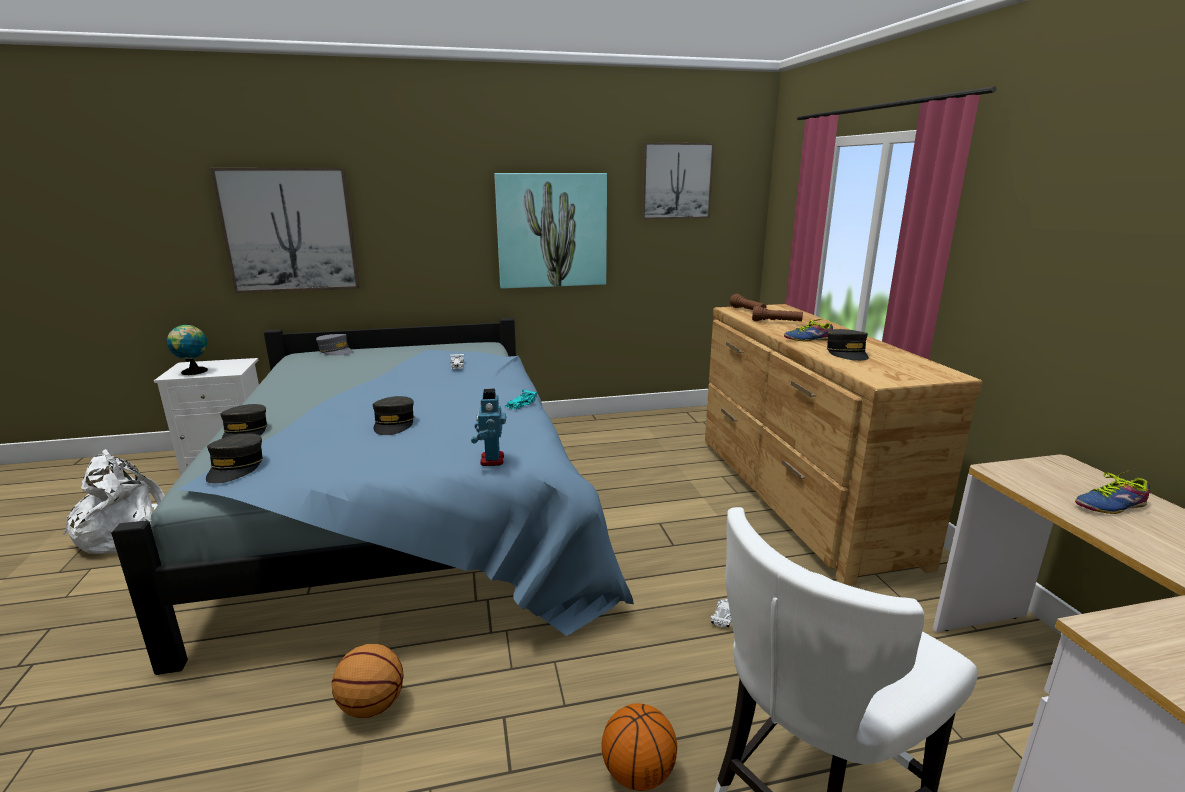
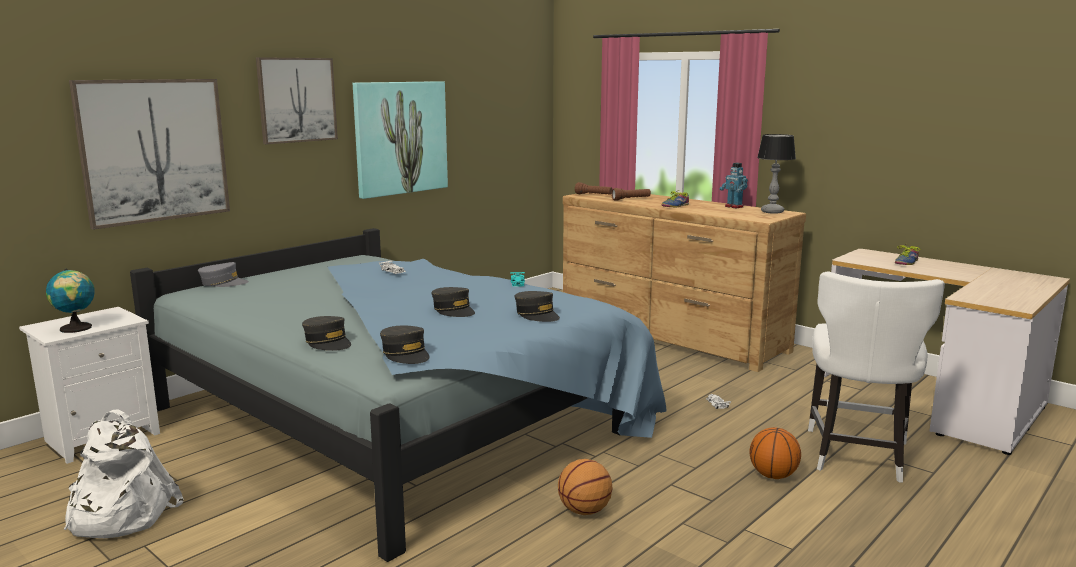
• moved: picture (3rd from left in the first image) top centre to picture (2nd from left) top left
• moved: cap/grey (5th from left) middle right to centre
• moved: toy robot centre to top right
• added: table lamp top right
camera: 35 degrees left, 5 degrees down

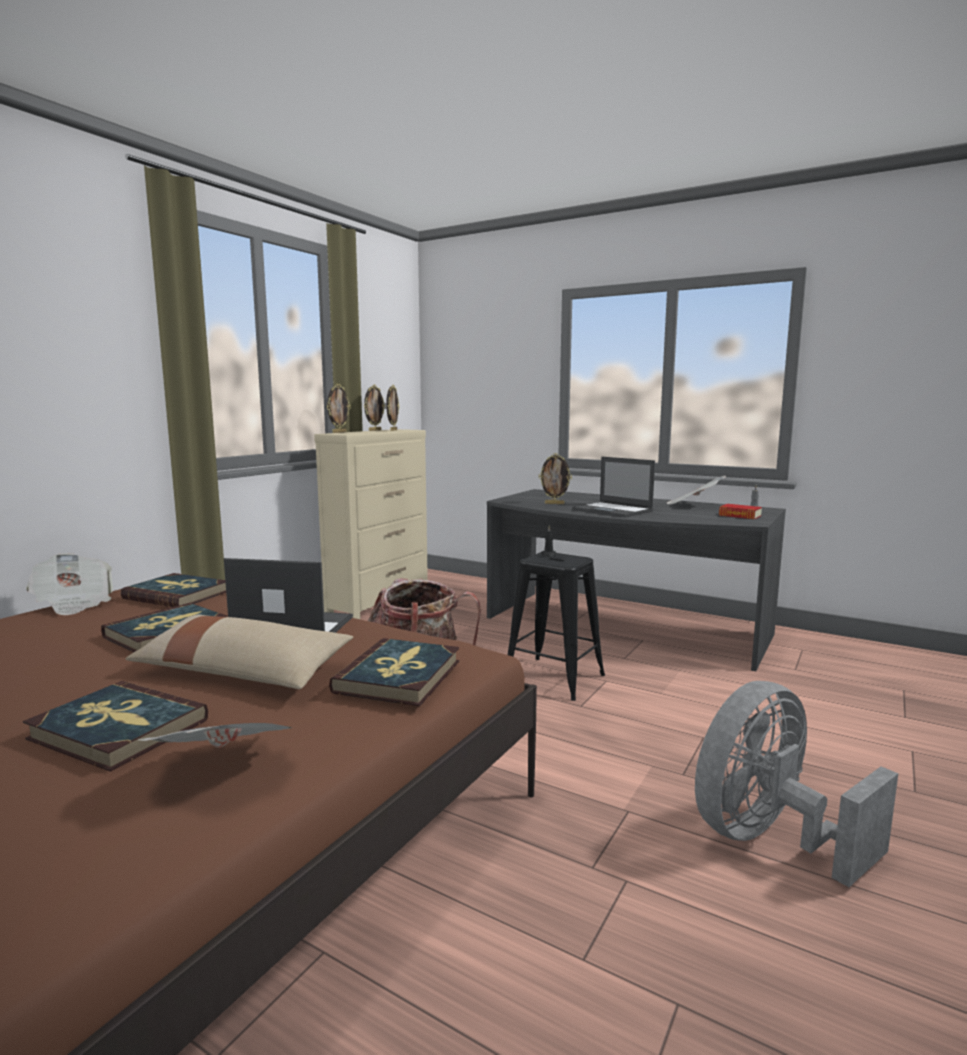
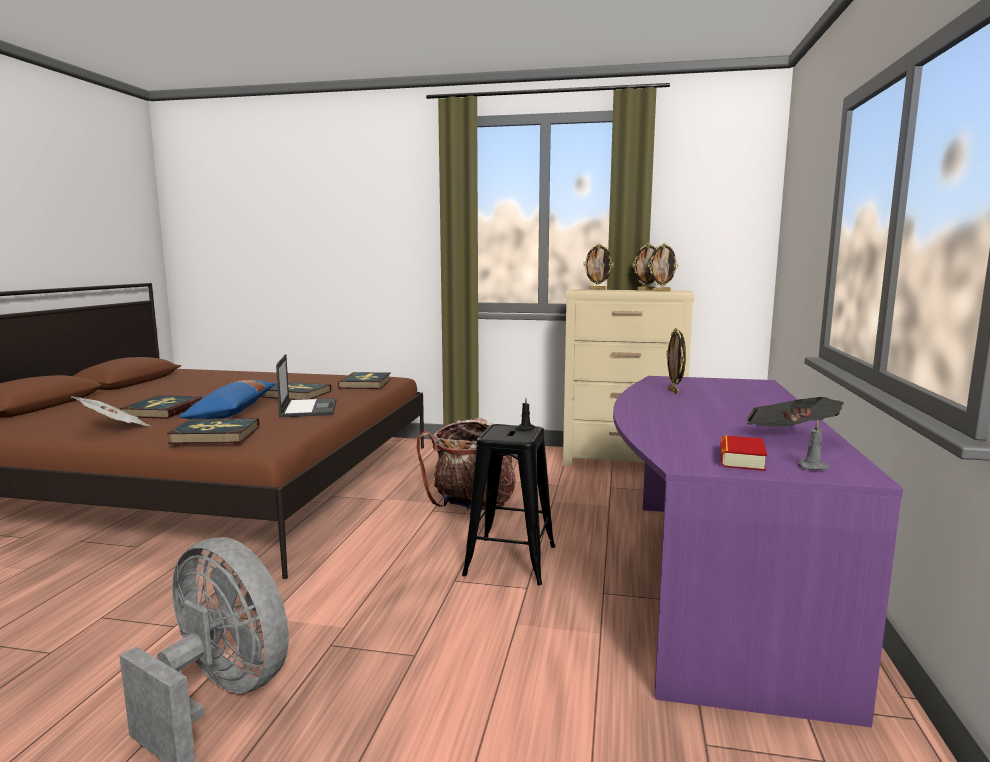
• removed: laptop (2nd from left) centre
• recoloured: desk/grey centre to desk/purple bottom right
• removed: newspaper (1st from left) middle left
• recoloured: pillow/beige middle left to pillow/blue middle left
camera: 70 degrees right, 0 degrees up

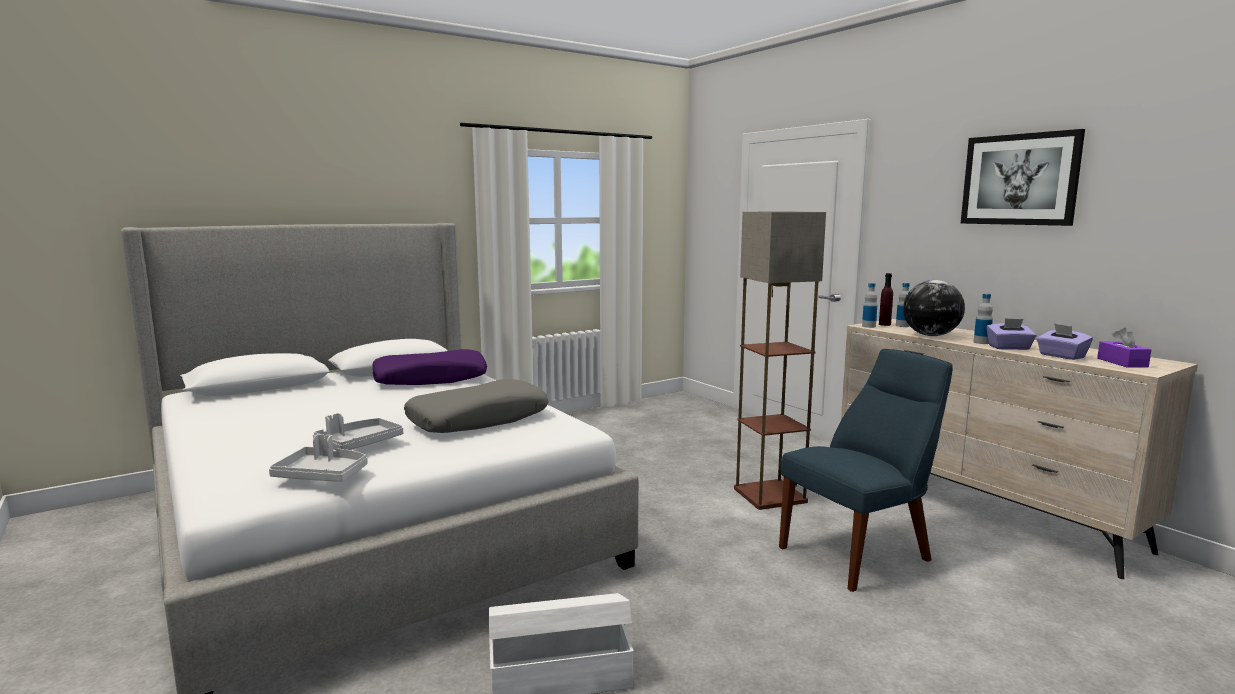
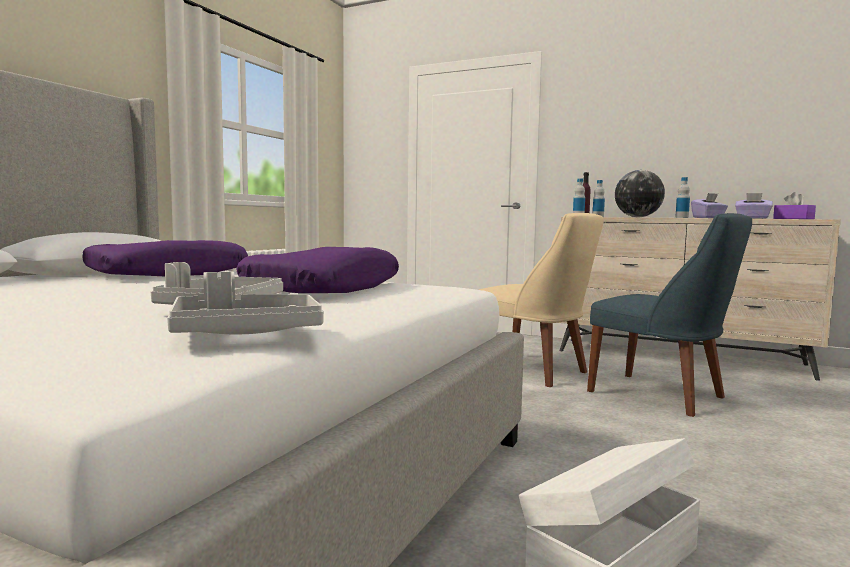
• removed: picture top right
• replaced: floor lamp centre to chair/beige centre
• turned: chair/blue bottom right = middle right 105 degrees clockwise
• recoloured: pillow/grey centre to pillow/purple (2nd from left) centre
camera: 30 degrees left, 5 degrees down

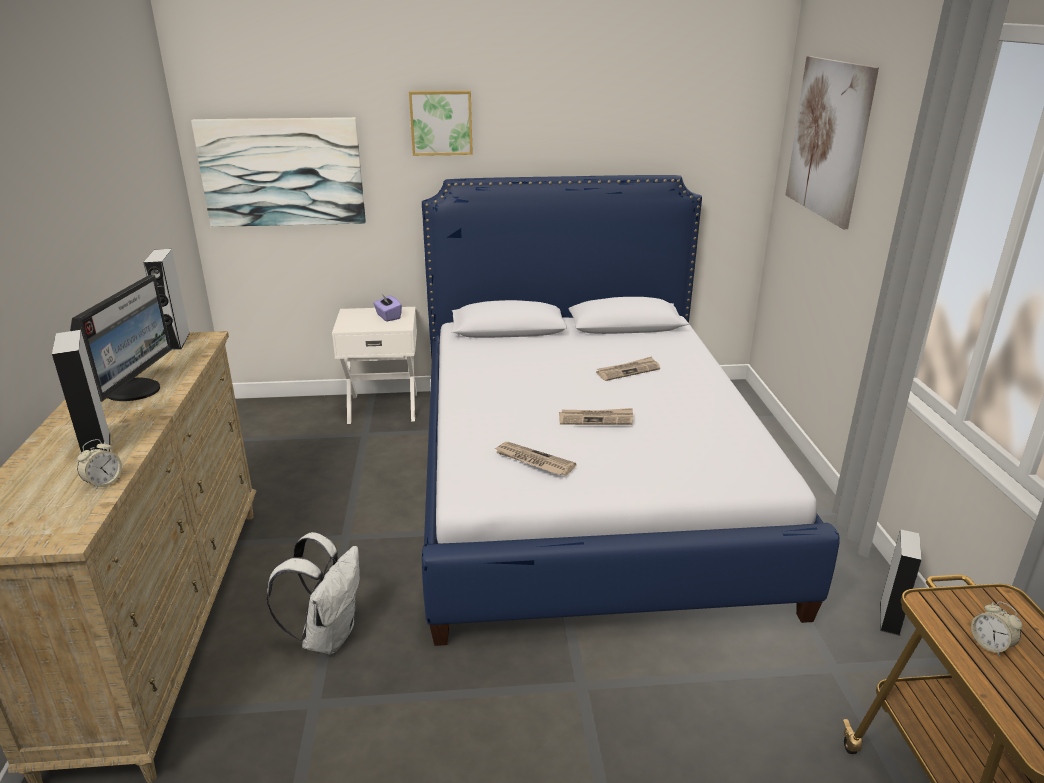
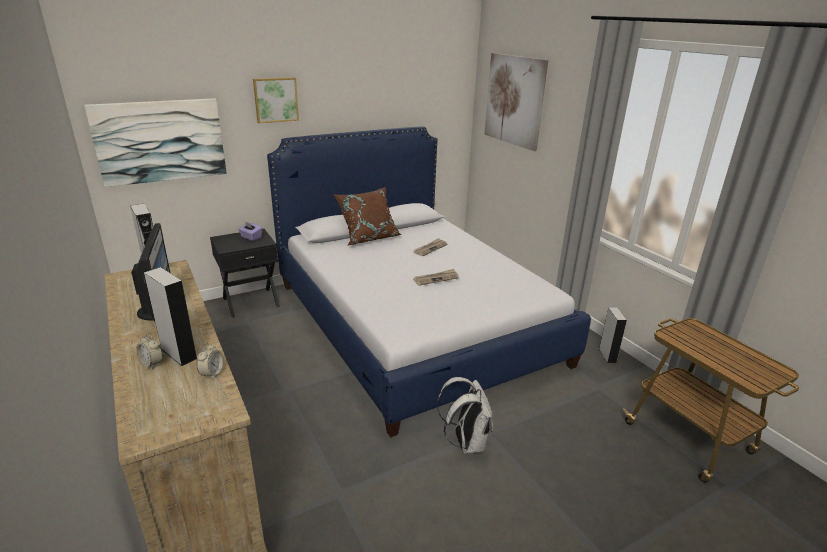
• recoloured: nightstand/white centre to nightstand/black middle left
• removed: newspaper (1st from left) centre
• moved: backpack/white bottom left to bottom centre
• moved: alarm clock (2nd from left in the first image) bottom right to alarm clock (1st from left) middle left
• added: pillow/brown centre
camera: 25 degrees left, 0 degrees up

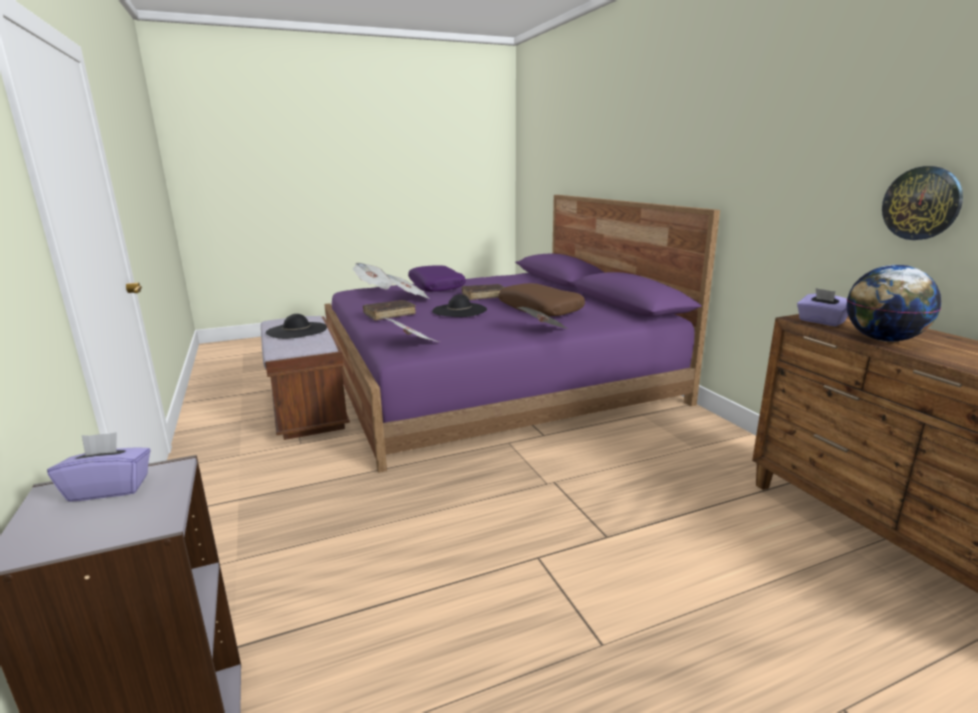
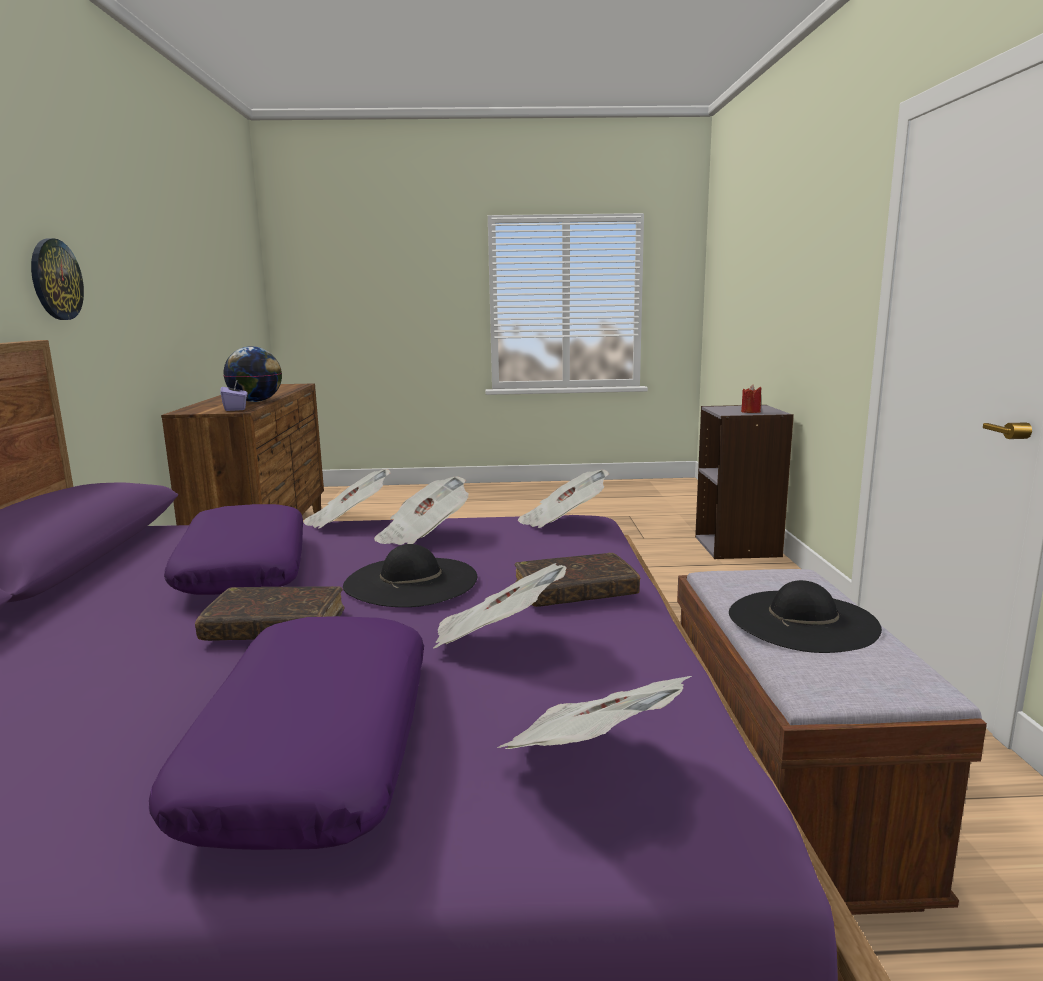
• moved: wall clock top right to top left
• recoloured: pillow/brown centre to pillow/purple (1st from left) middle left
• replaced: tissue box/purple (1st from left) middle left to candle/red middle right
• added: newspaper (2nd from left) centre
camera: 160 degrees left, 5 degrees down

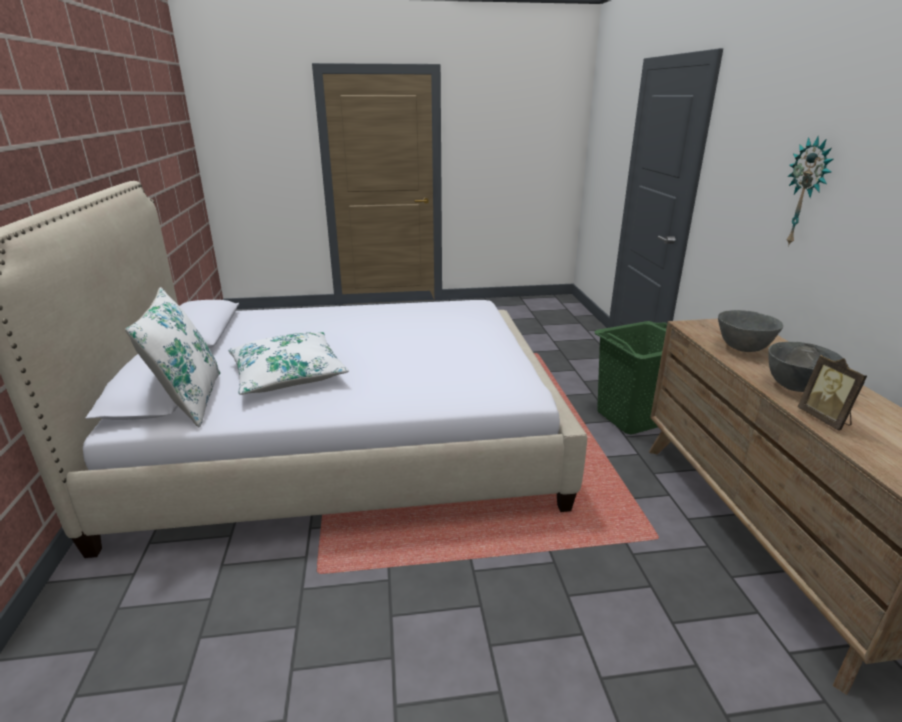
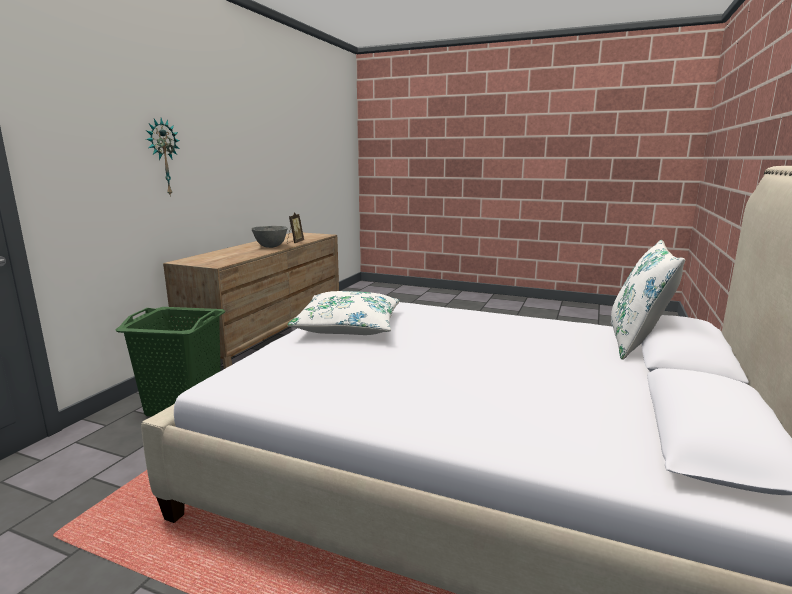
• removed: bowl/grey (1st from left) middle right
• moved: pillow/white (2nd from left in the first image) middle left to pillow/white (1st from left) centre
camera: 150 degrees left, 10 degrees down

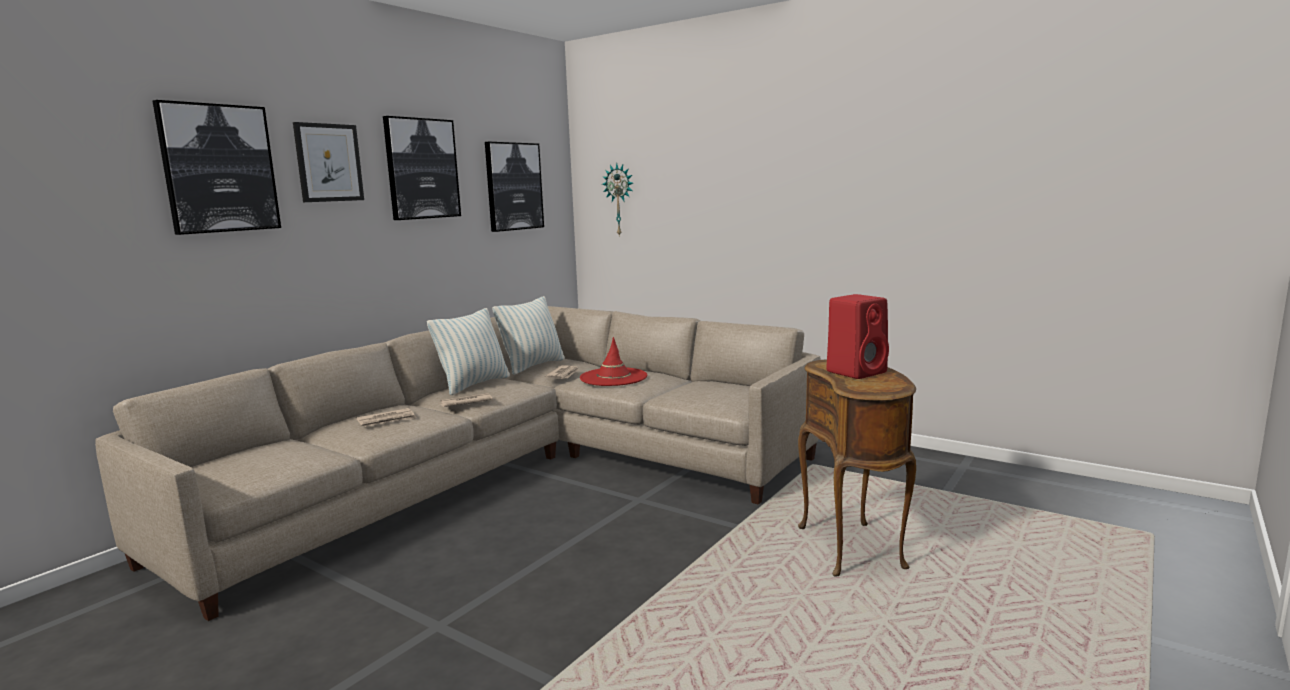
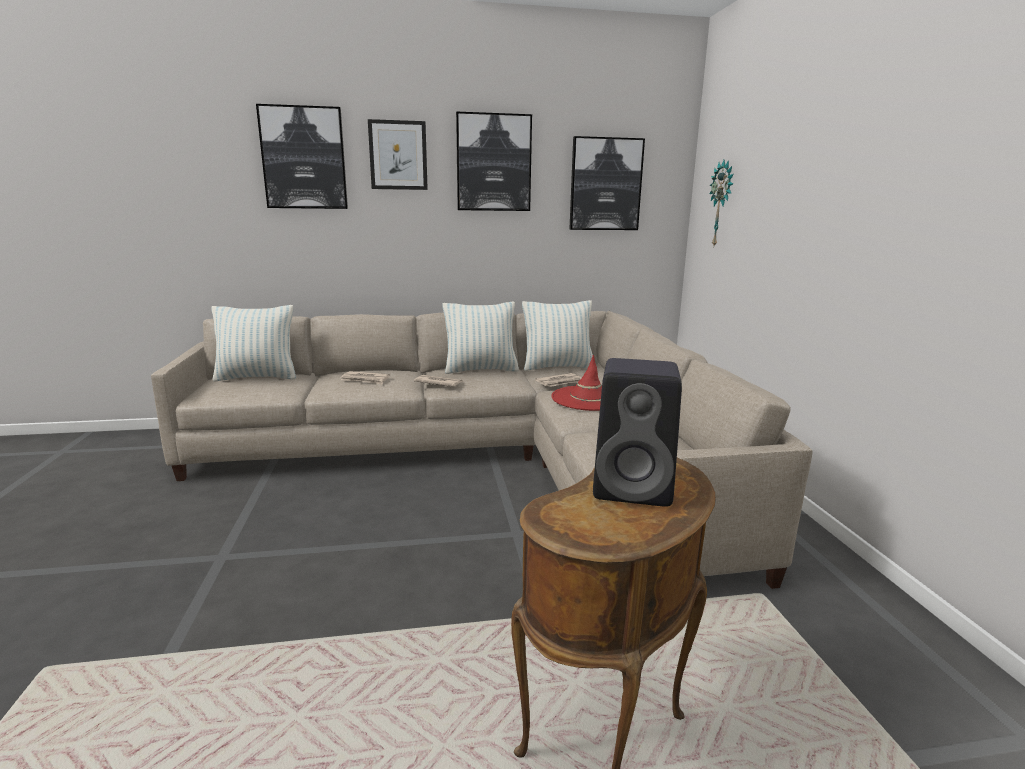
• recoloured: speaker/red centre to speaker/black centre
• added: pillow (1st from left) middle left
camera: 45 degrees right, 5 degrees up

